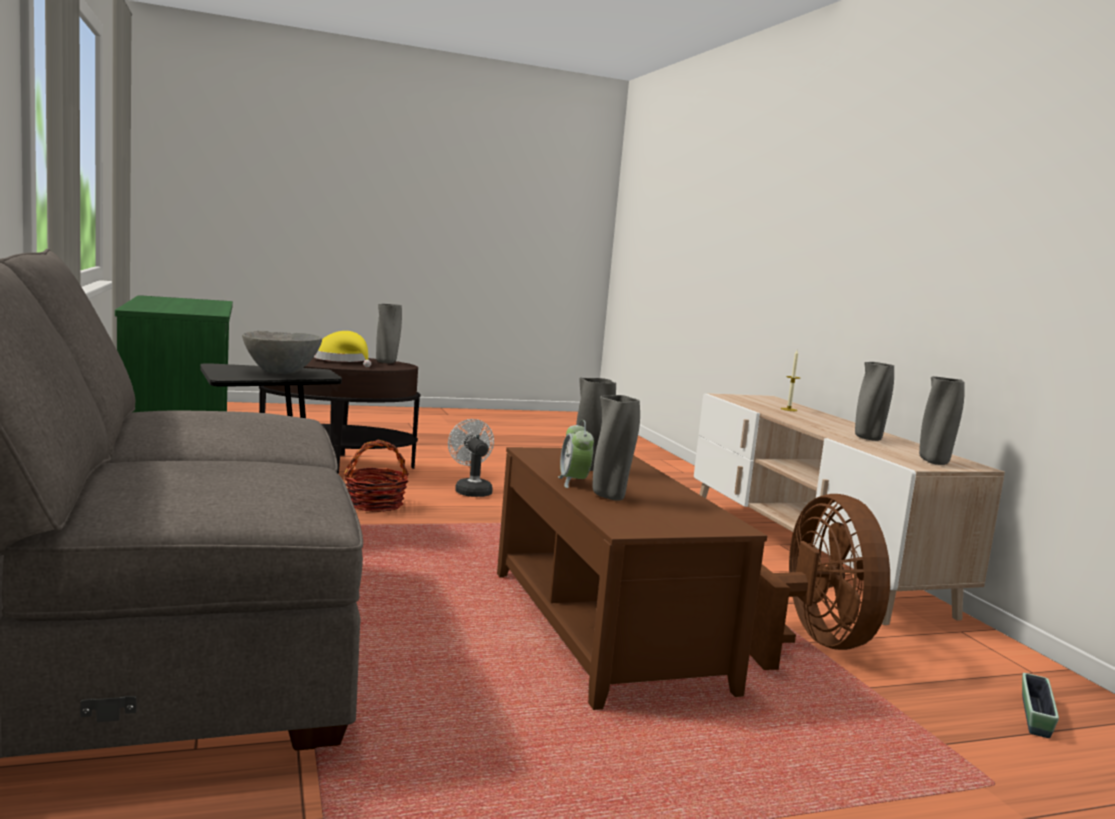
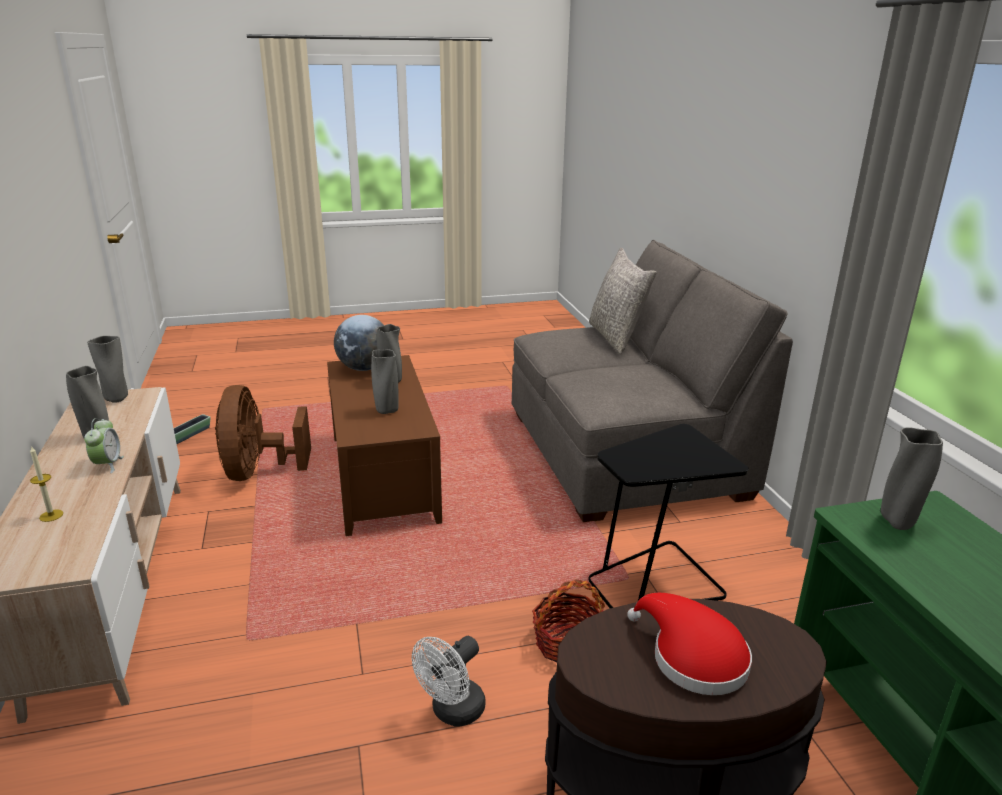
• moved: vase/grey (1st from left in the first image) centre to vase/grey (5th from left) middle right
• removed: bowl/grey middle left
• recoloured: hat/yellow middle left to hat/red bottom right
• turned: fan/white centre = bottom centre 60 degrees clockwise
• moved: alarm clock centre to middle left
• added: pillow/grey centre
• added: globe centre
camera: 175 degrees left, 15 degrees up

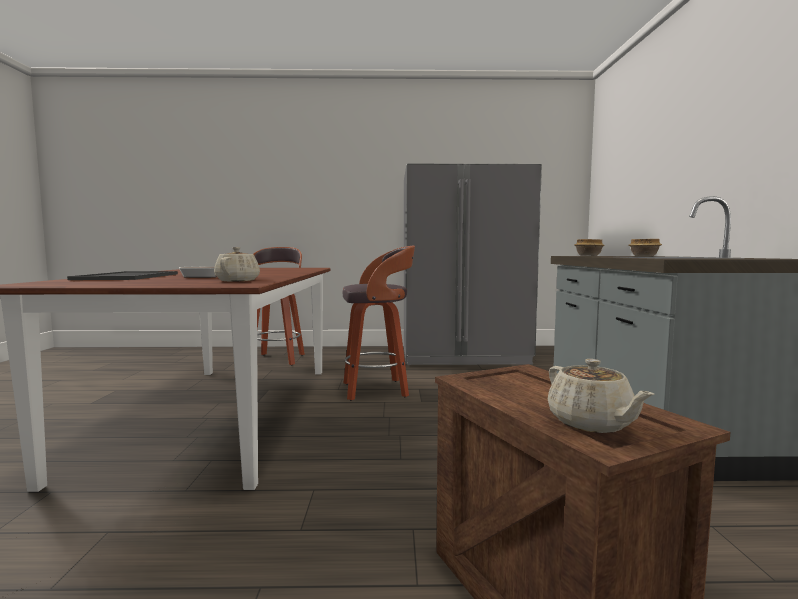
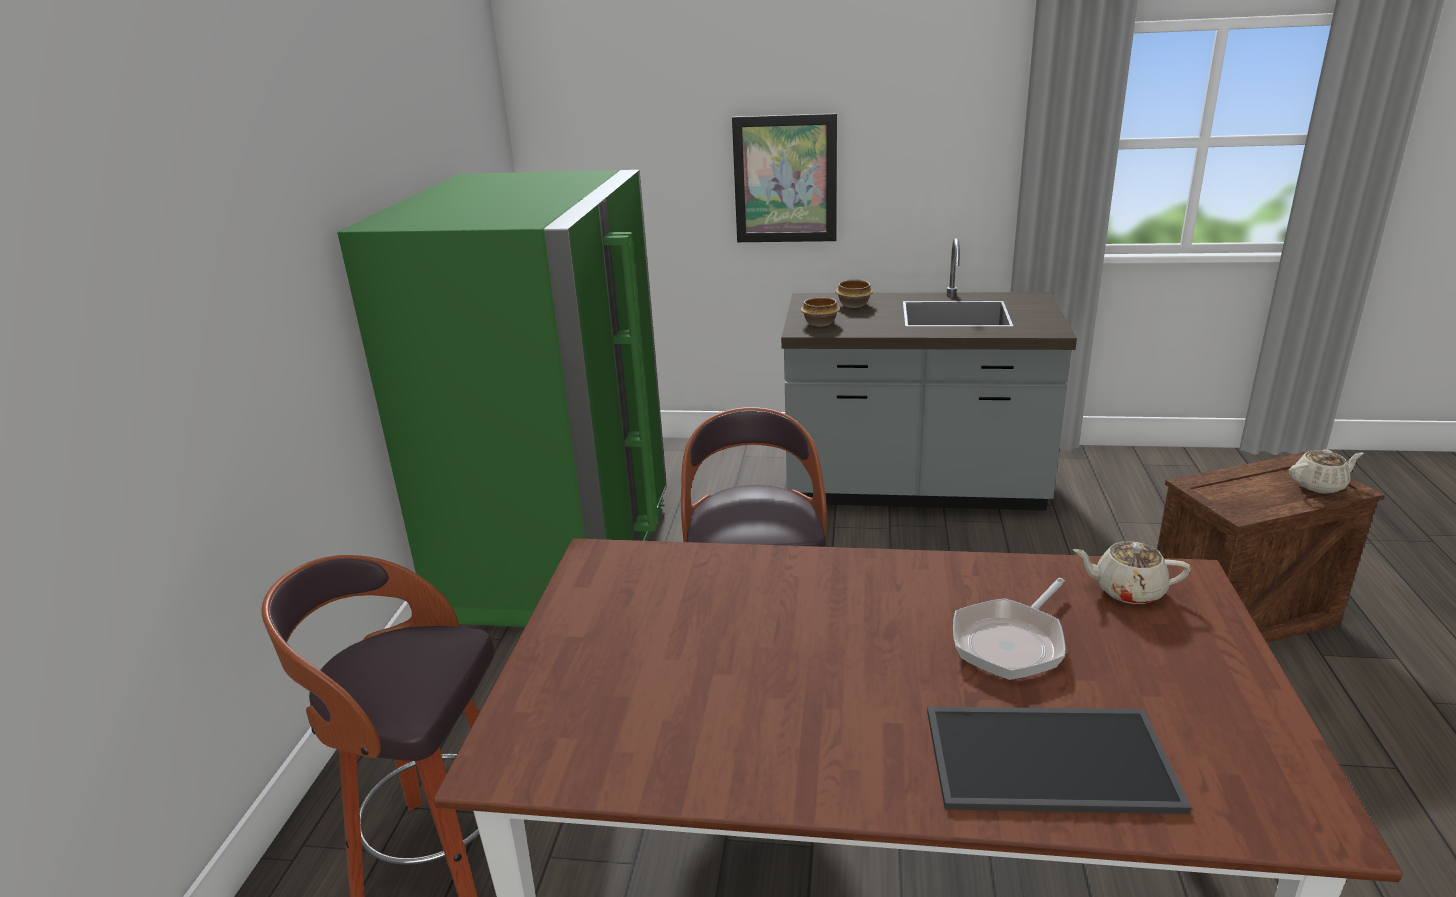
• recoloured: fridge/grey centre to fridge/green centre
• added: picture top centre
camera: 80 degrees left, 20 degrees up

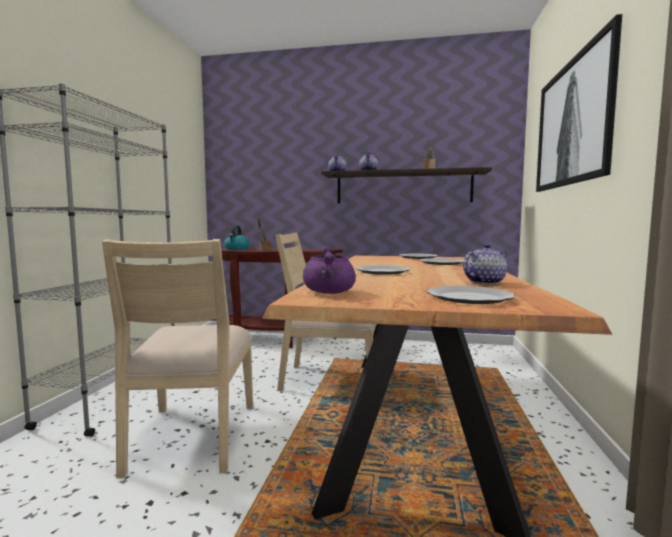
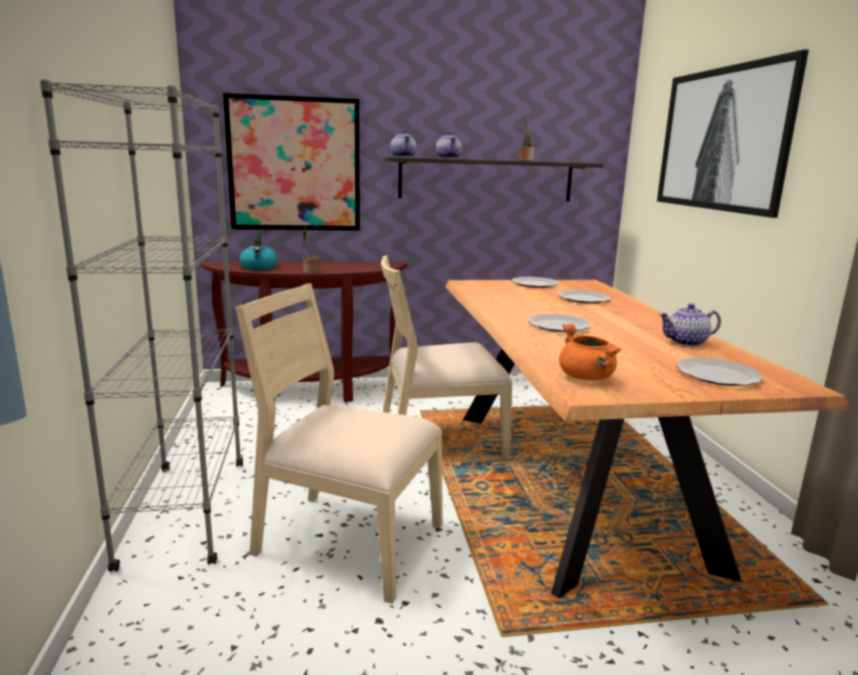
• turned: chair/beige (1st from left) bottom left = centre 135 degrees clockwise
• turned: teapot (3rd from left) middle right = middle right 135 degrees counterclockwise
• recoloured: cooking pot/purple centre to cooking pot/orange middle right
• added: picture (1st from left) top centre
camera: 20 degrees left, 10 degrees up

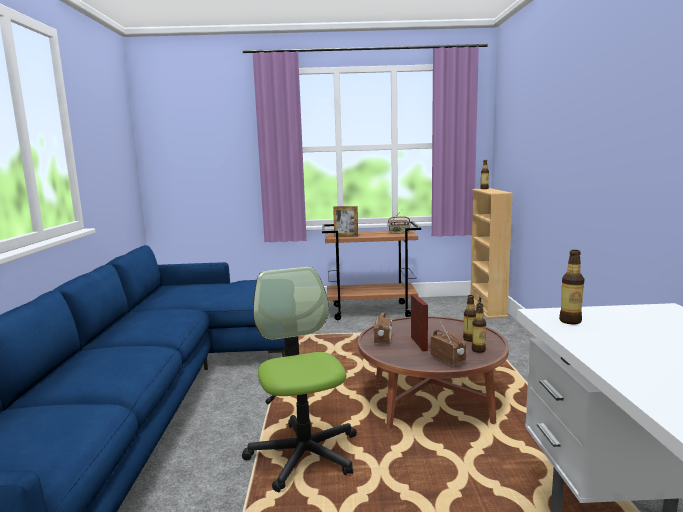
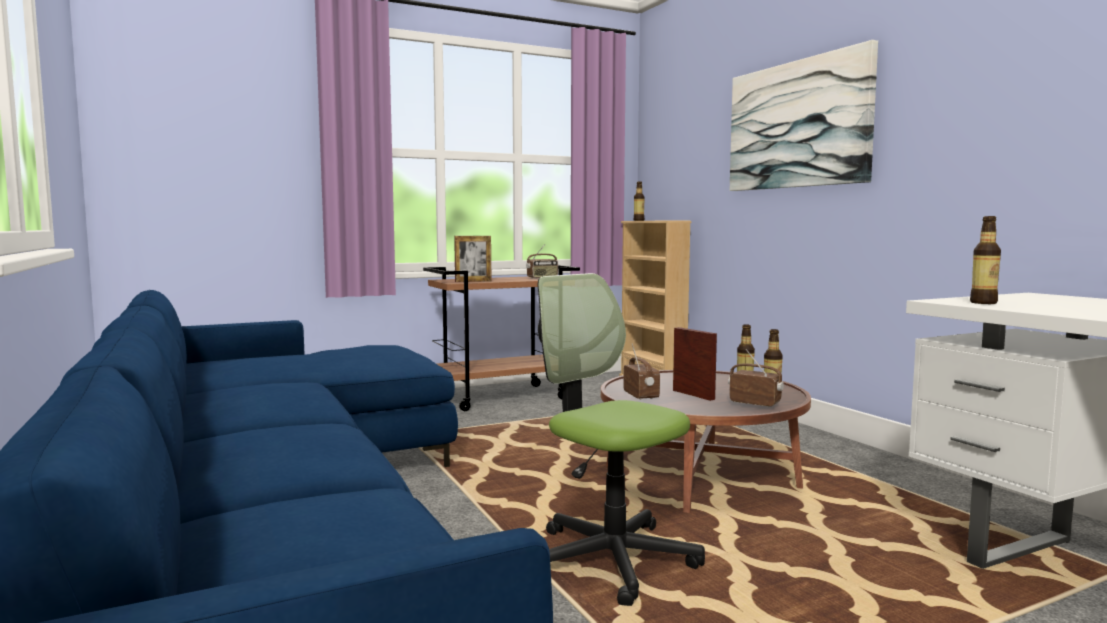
• added: picture top right
camera: 25 degrees left, 5 degrees down

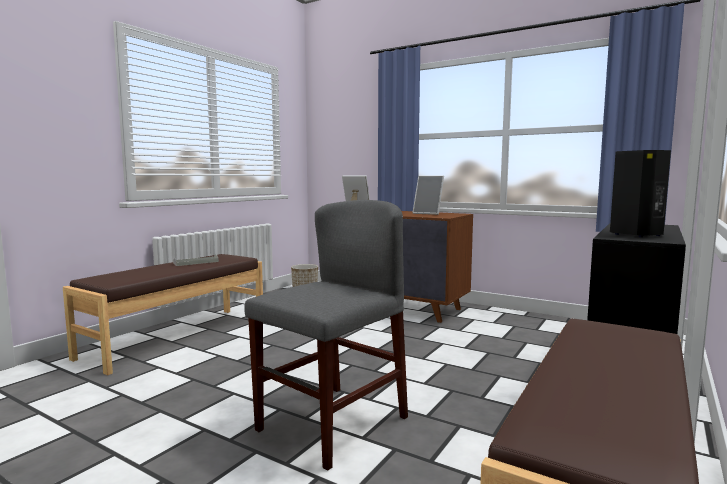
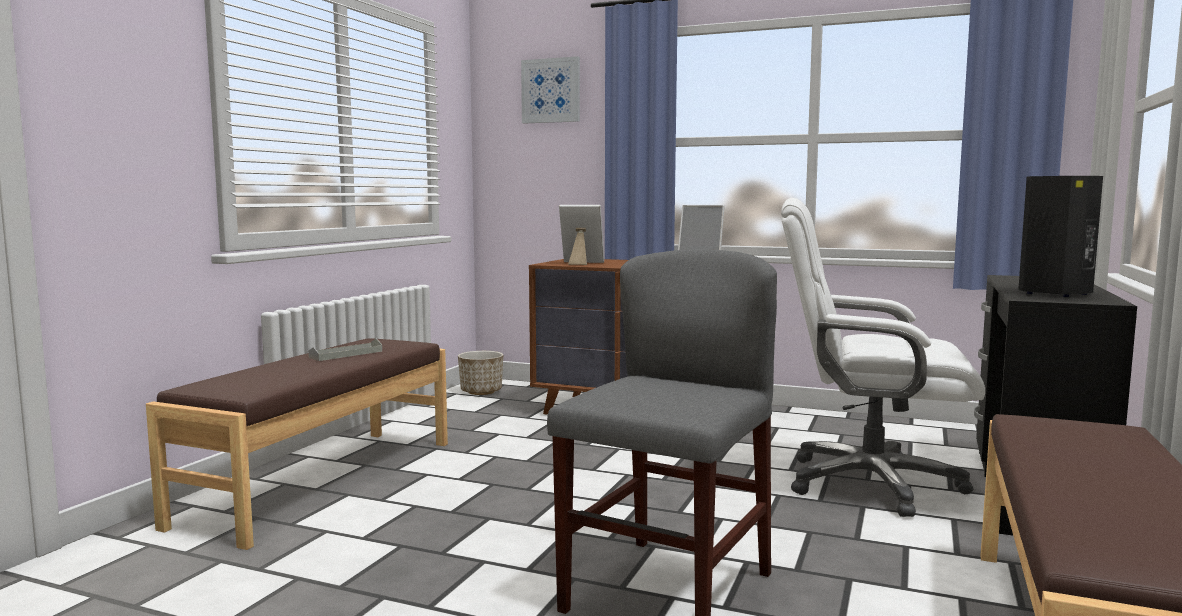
• added: picture top centre
• added: office chair/white middle right
camera: 10 degrees left, 0 degrees up

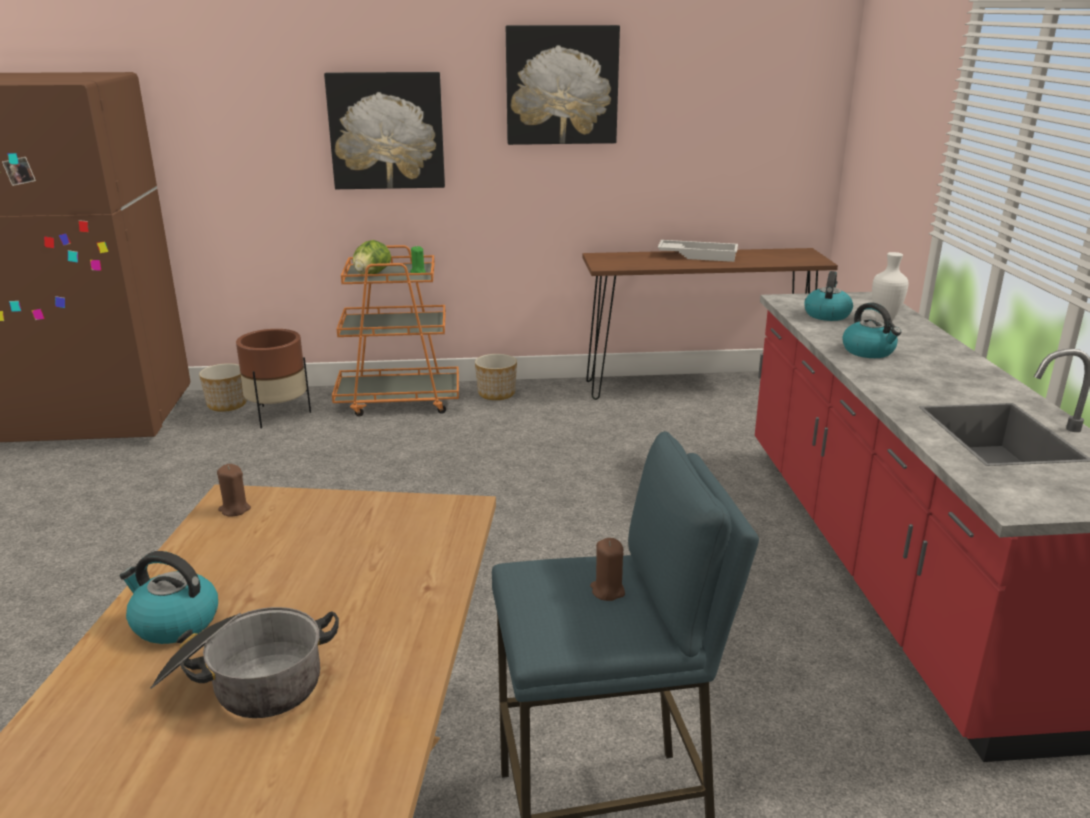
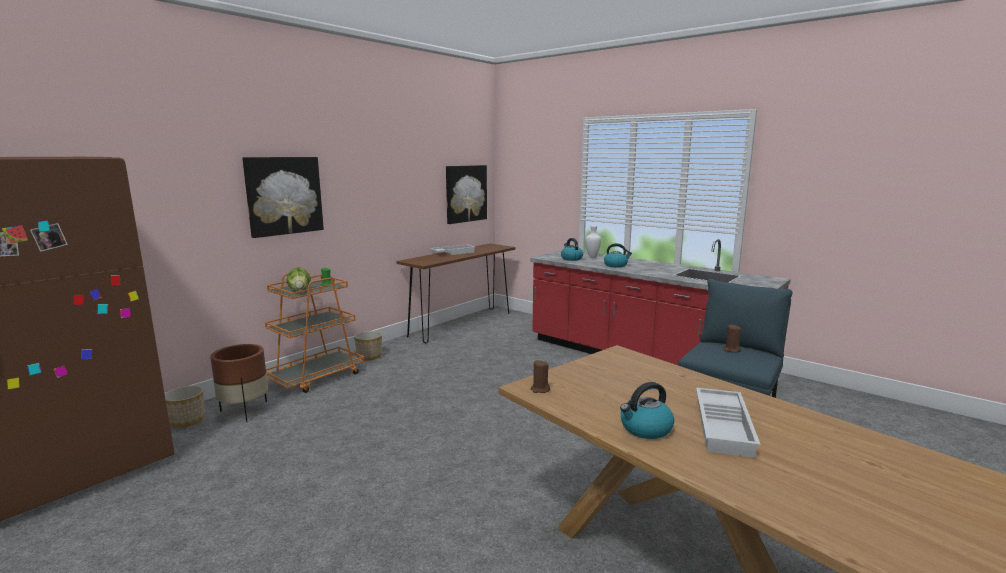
• moved: picture (2nd from left) top centre to centre
• replaced: cooking pot bottom left to tray/white (2nd from left) bottom right
camera: 45 degrees left, 10 degrees down

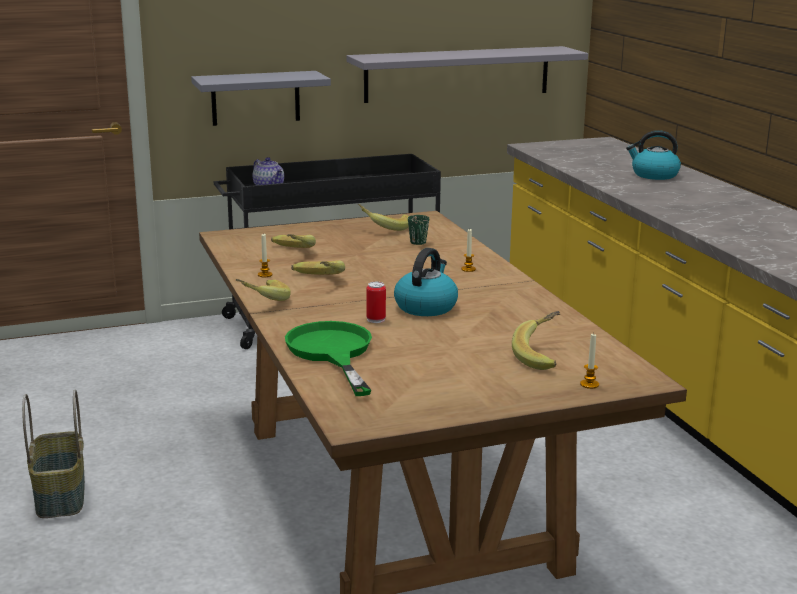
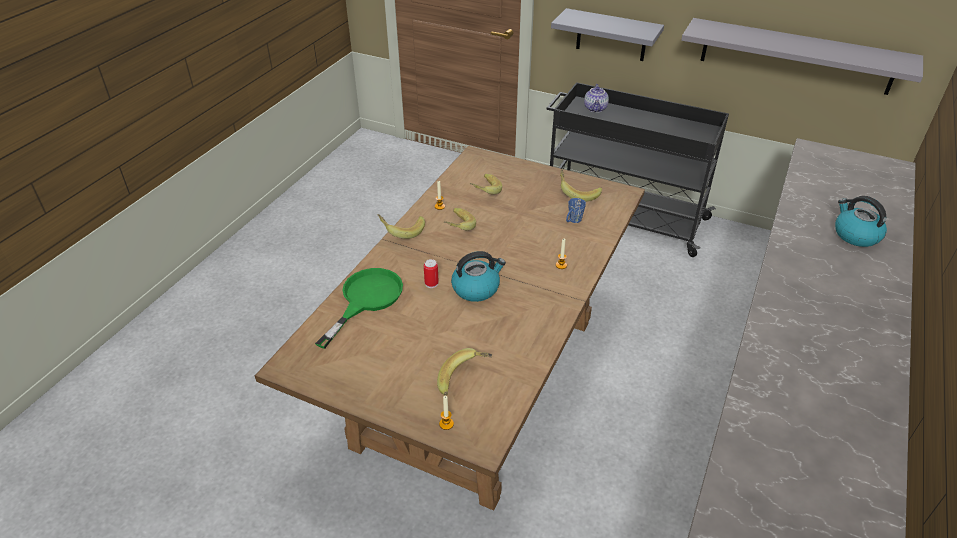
• recoloured: mug/green centre to mug/blue centre
• removed: basket bottom left
camera: 45 degrees right, 20 degrees up

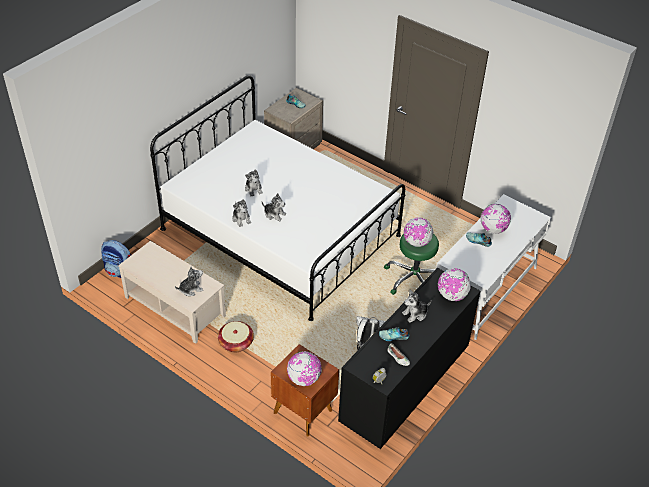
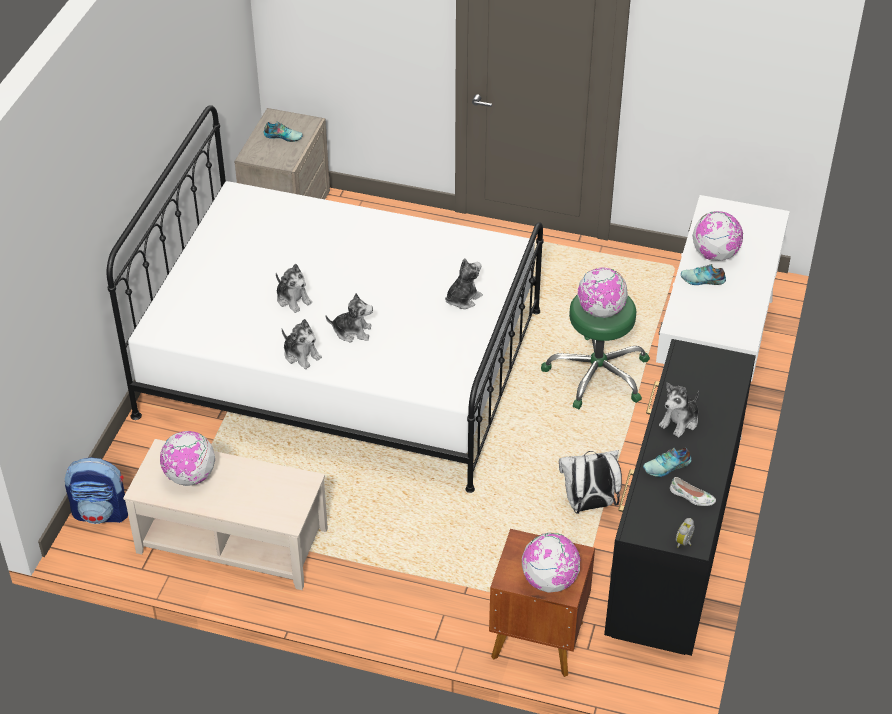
• moved: plush toy (1st from left in the first image) middle left to plush toy (4th from left) centre
• moved: globe (3rd from left in the first image) middle right to globe (1st from left) middle left
• removed: basket bottom centre
camera: 20 degrees left, 0 degrees up

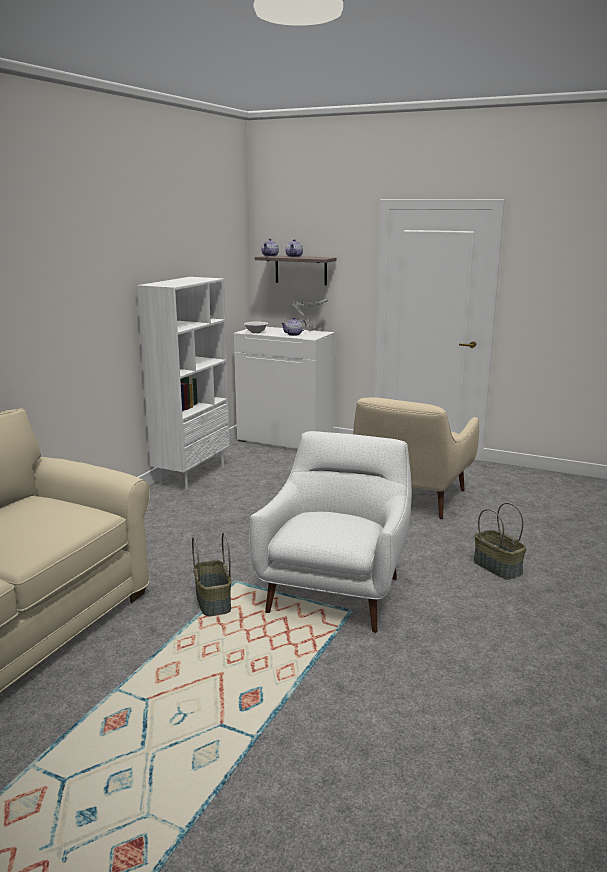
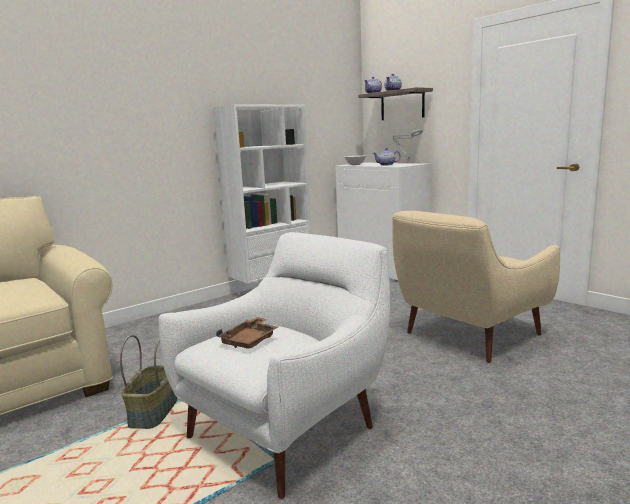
• removed: basket (2nd from left) middle right
• added: tray/brown centre
camera: 25 degrees right, 5 degrees down

